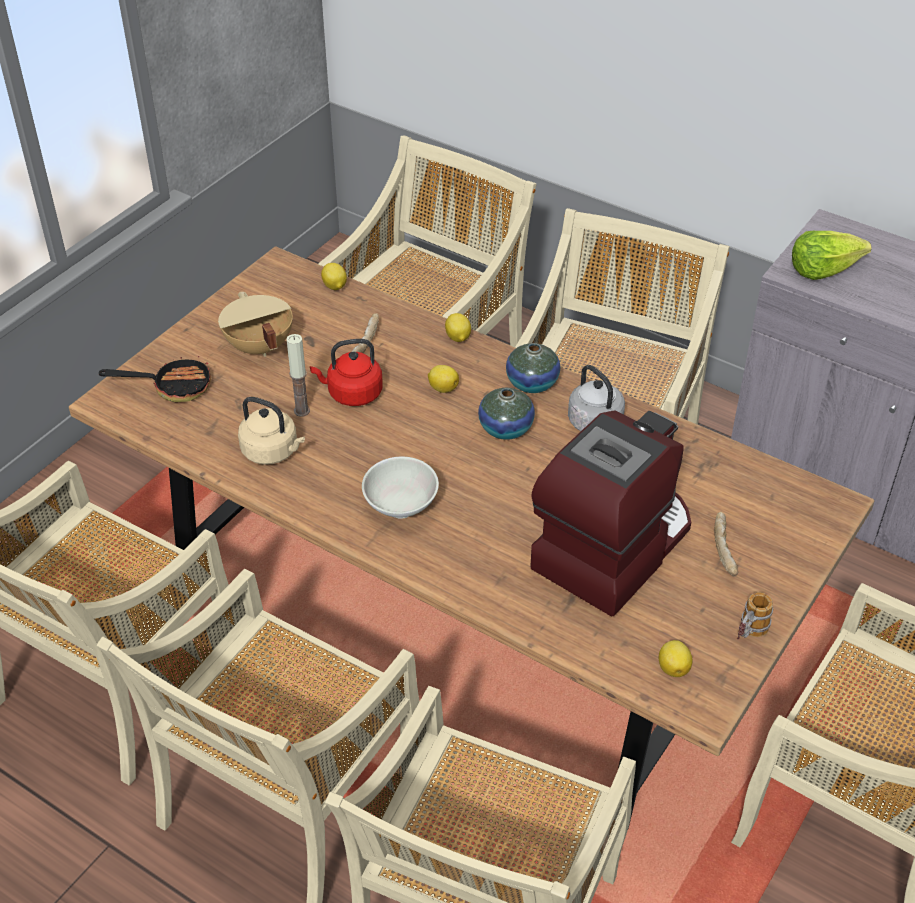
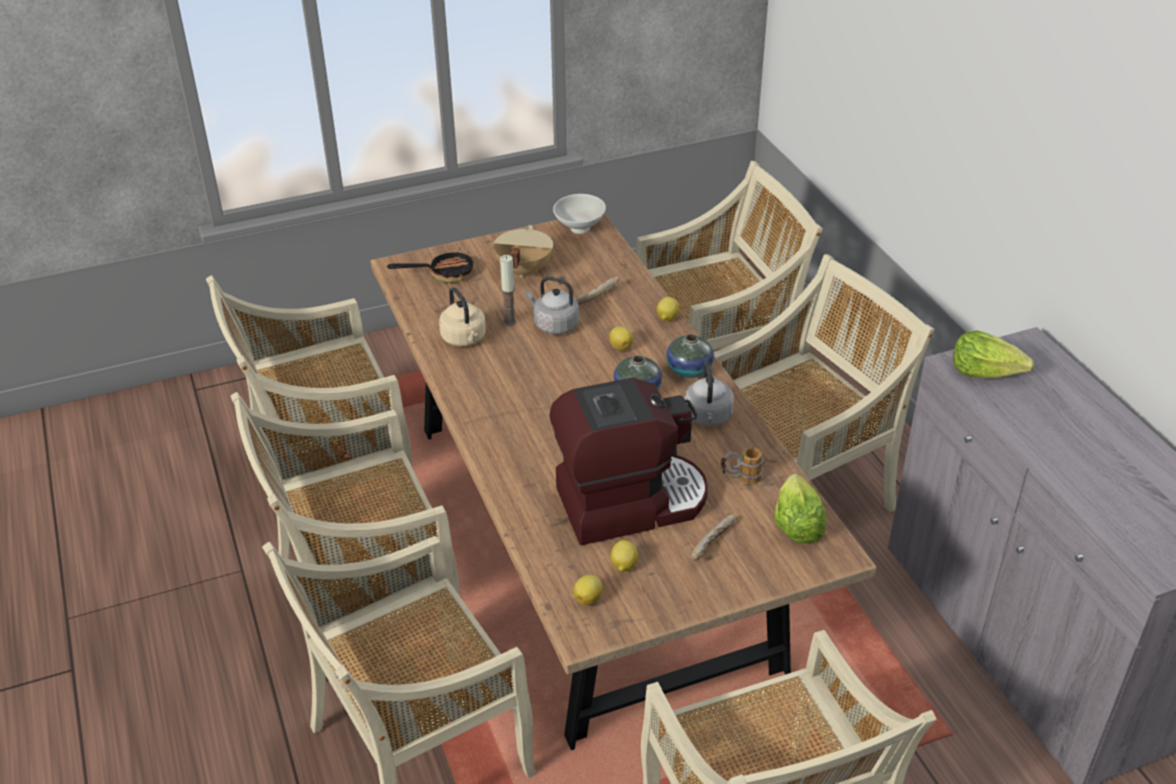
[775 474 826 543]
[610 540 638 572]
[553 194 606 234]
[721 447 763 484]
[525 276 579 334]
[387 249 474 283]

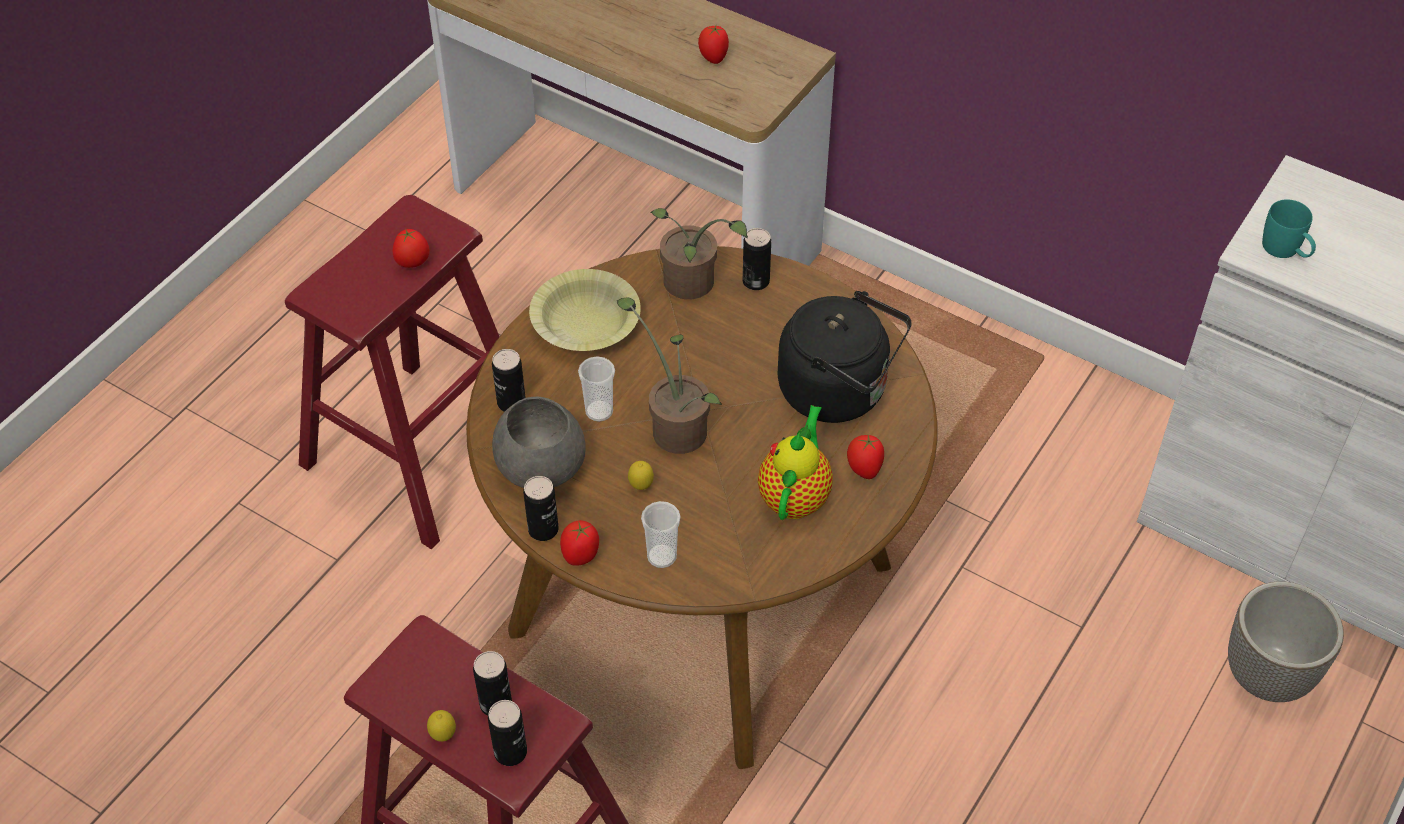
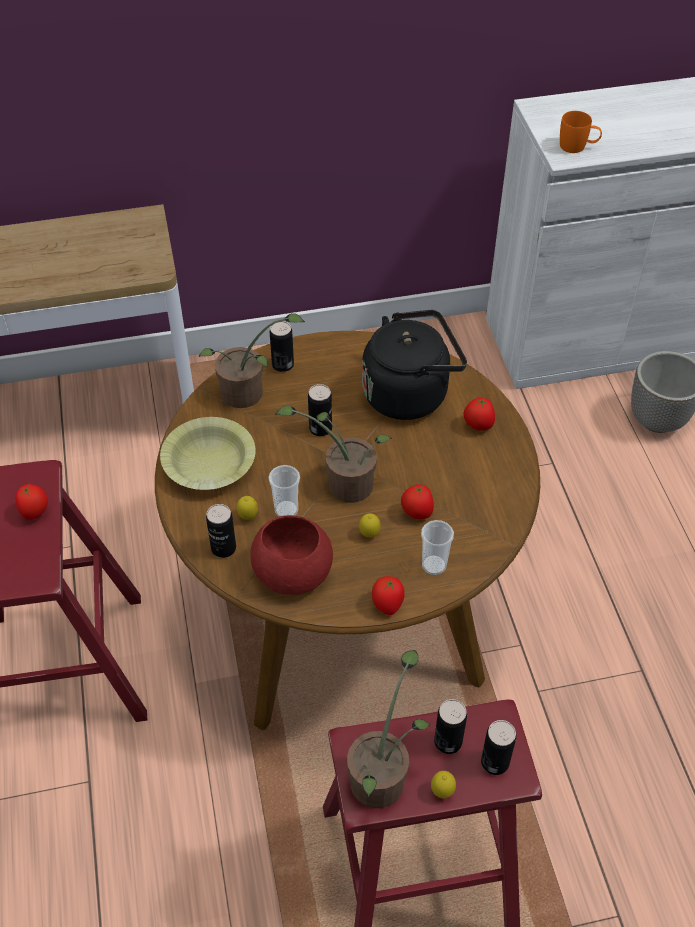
[758 405 833 520] (first image)
[237 496 258 520]
[347 650 430 808]
[308 384 332 436]
[401 484 434 519]
[251 515 333 595]
[560 111 602 153]

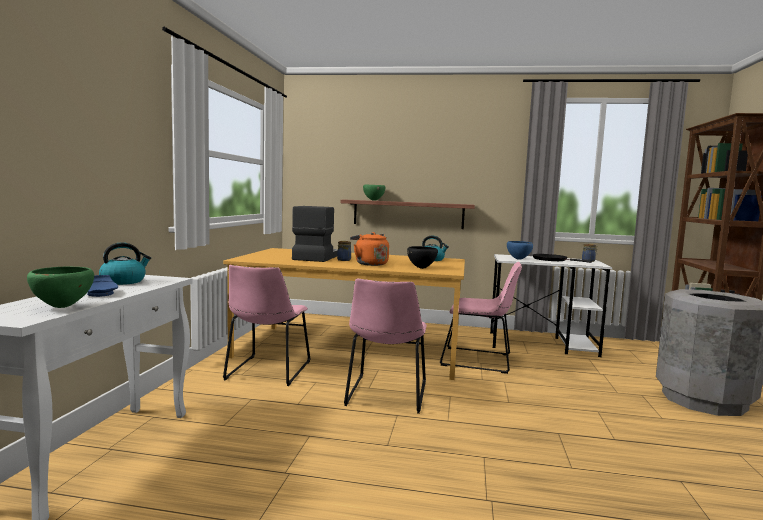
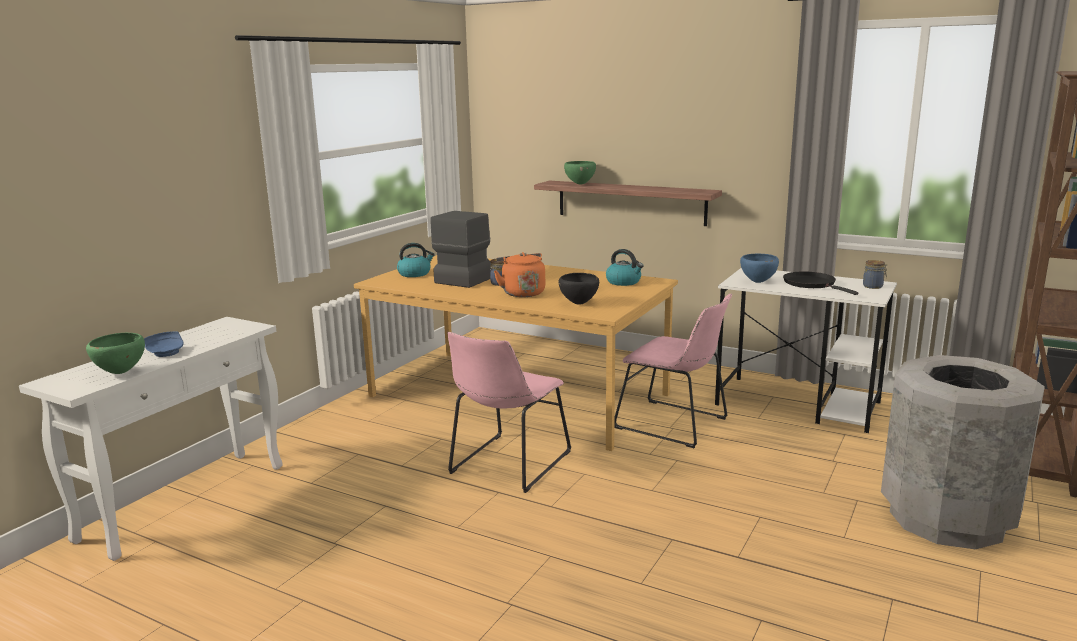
[223 265 311 386] (first image)
[397 243 435 277]

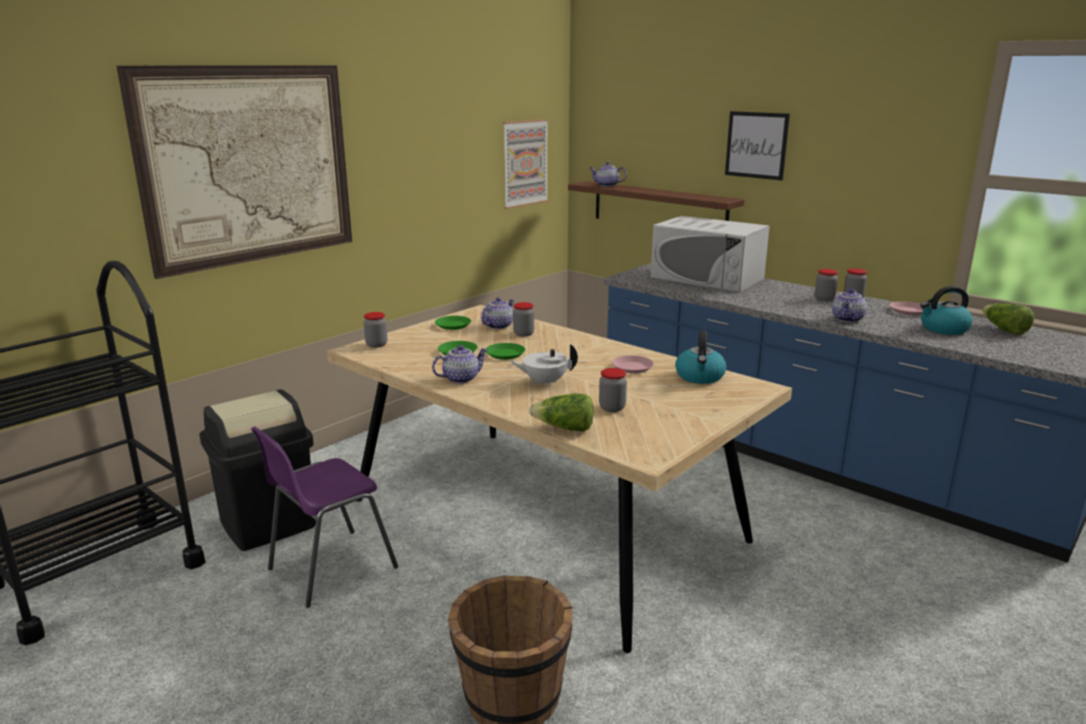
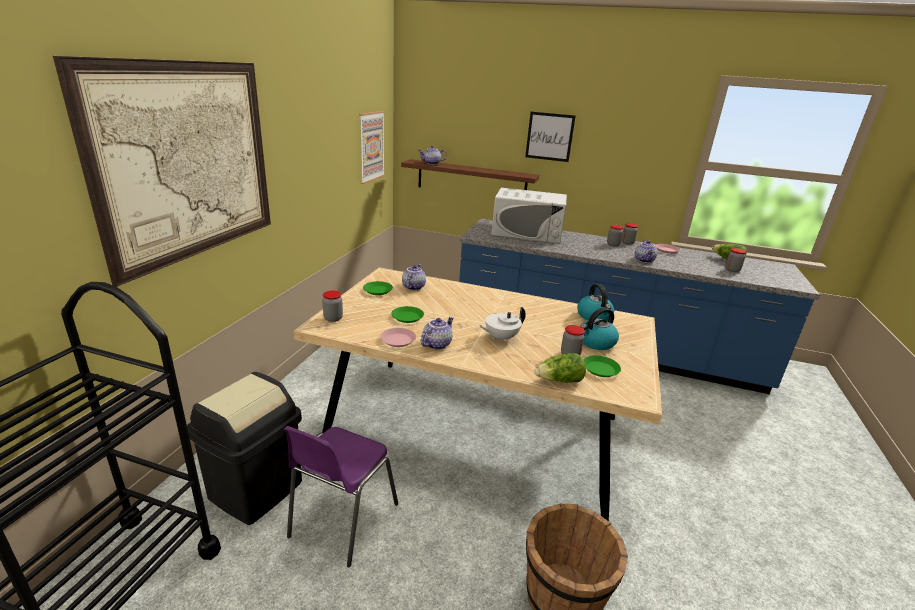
[584 355 621 377]
[725 248 746 272]
[380 328 416 347]
[580 308 619 350]

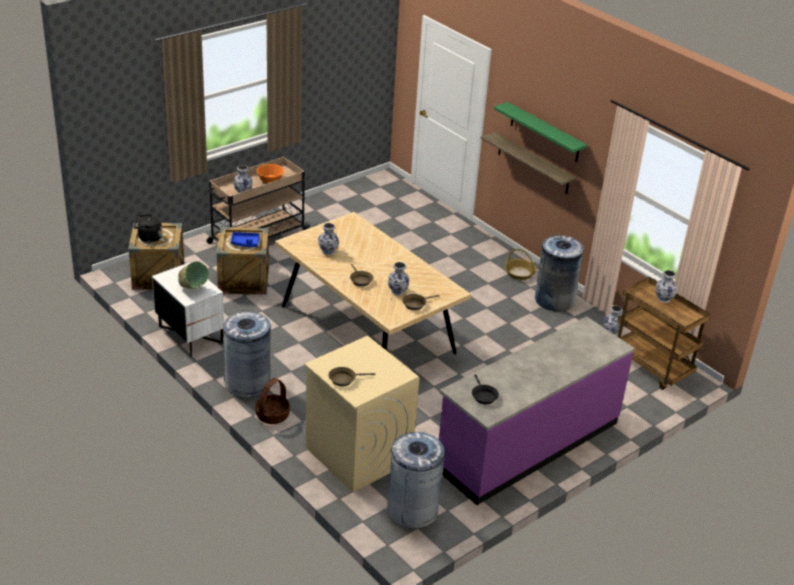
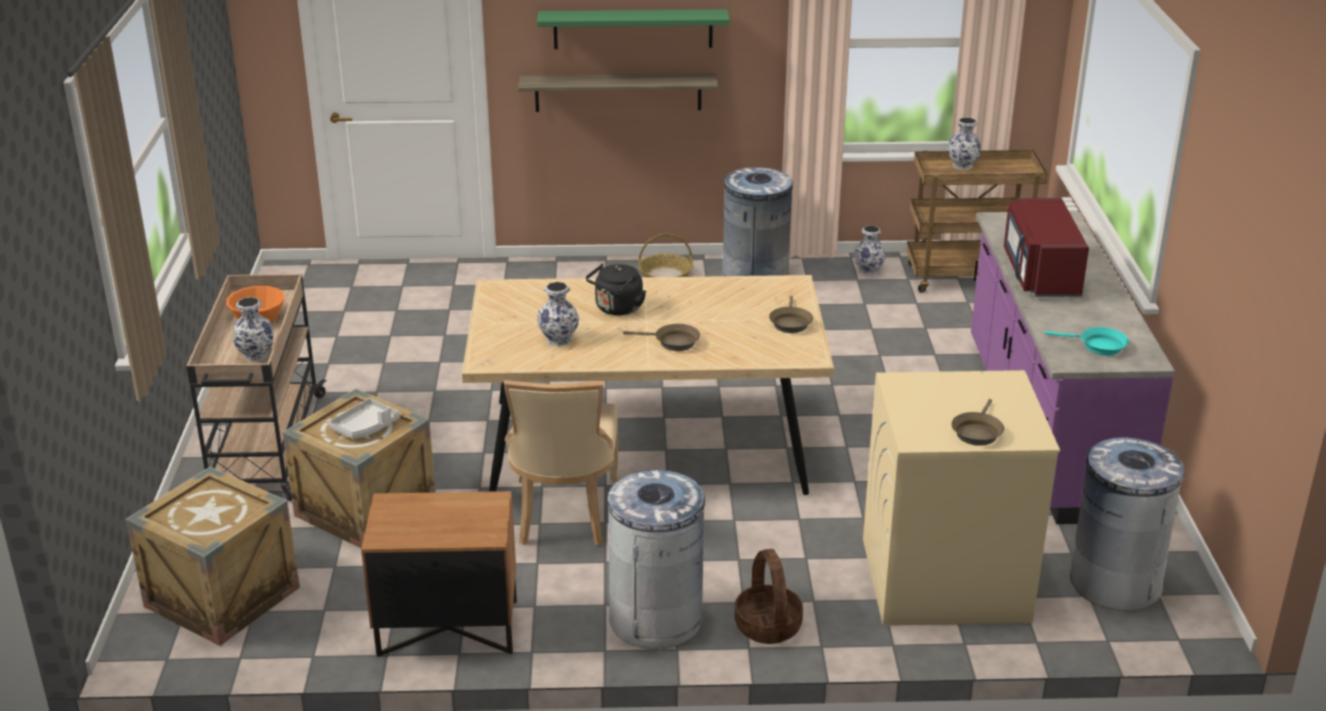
[178 261 209 289] (first image)
[388 262 409 295] (first image)
[504 380 620 546]
[1004 198 1089 297]
[586 264 646 316]
[361 491 517 657]
[328 398 400 439]
[1045 327 1129 356]

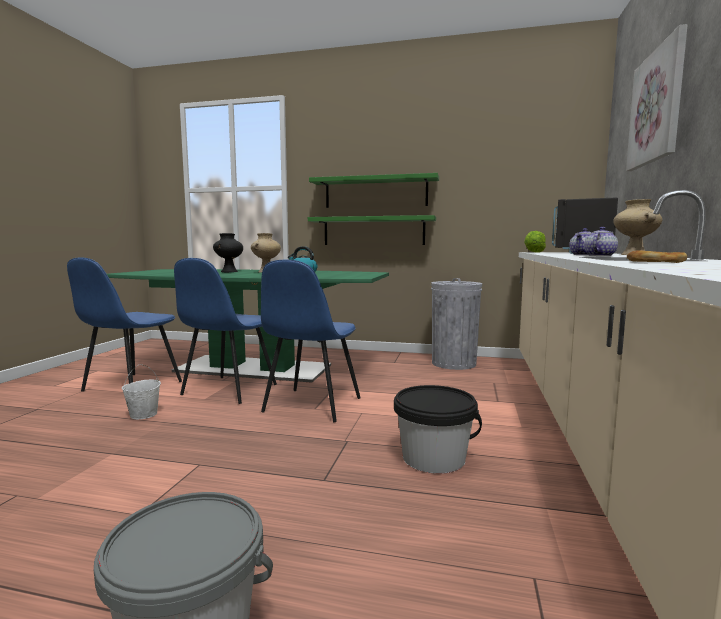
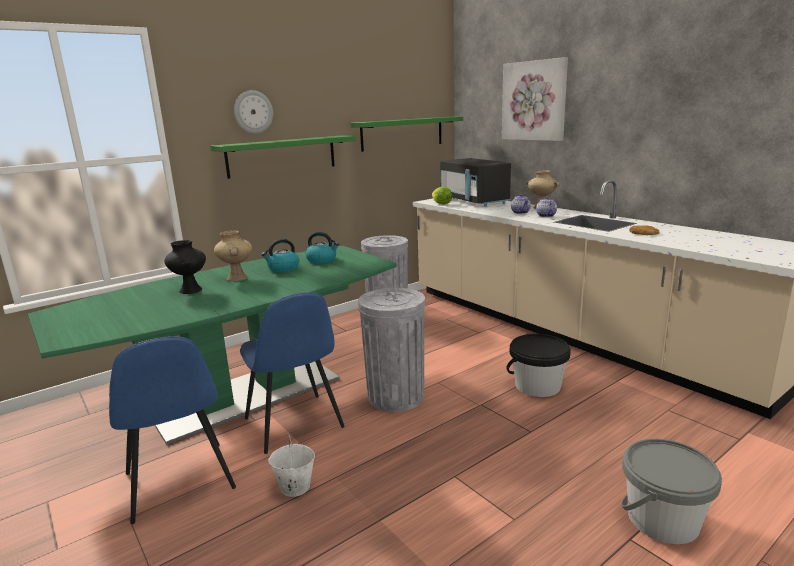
[234 90 273 134]
[306 232 339 264]
[351 117 463 152]
[358 288 425 412]

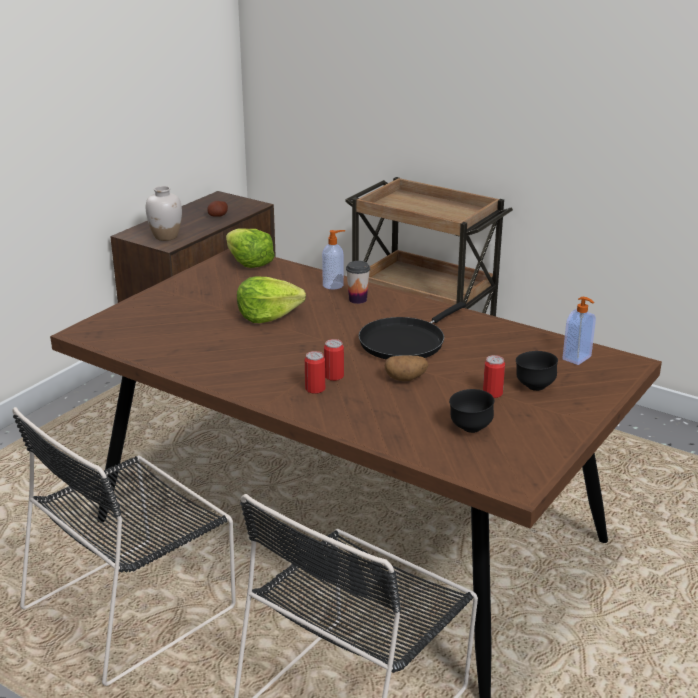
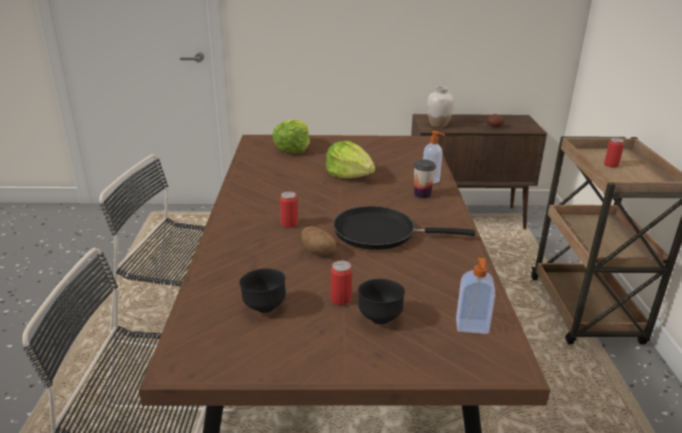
[272 120 310 153]
[604 138 624 167]

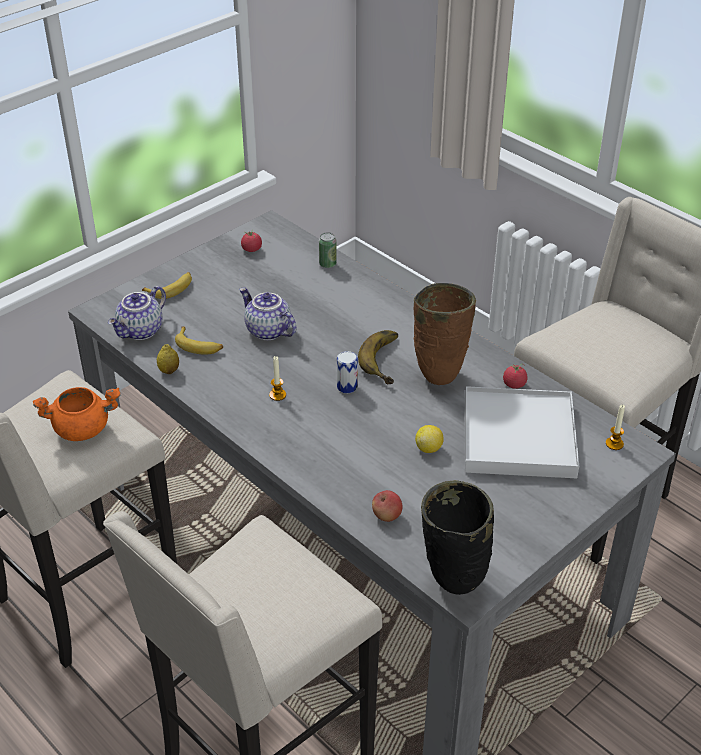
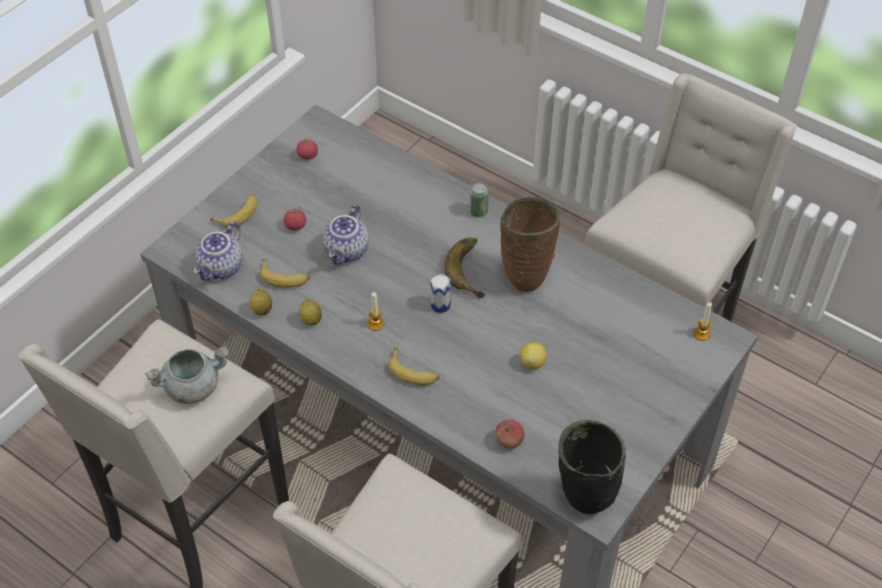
[465 386 579 478] (first image)
[299 298 322 326]
[388 348 439 385]
[469 182 489 217]
[284 207 306 231]
[145 346 230 404]
[322 204 369 265]

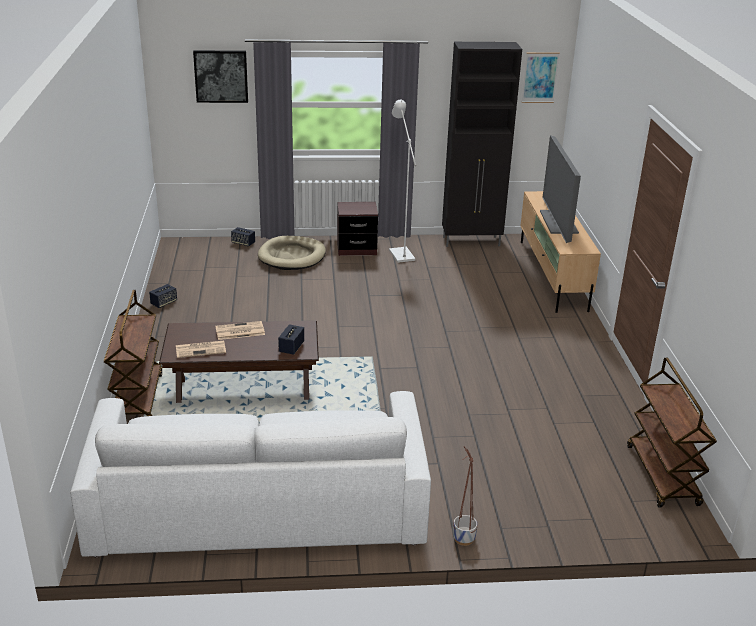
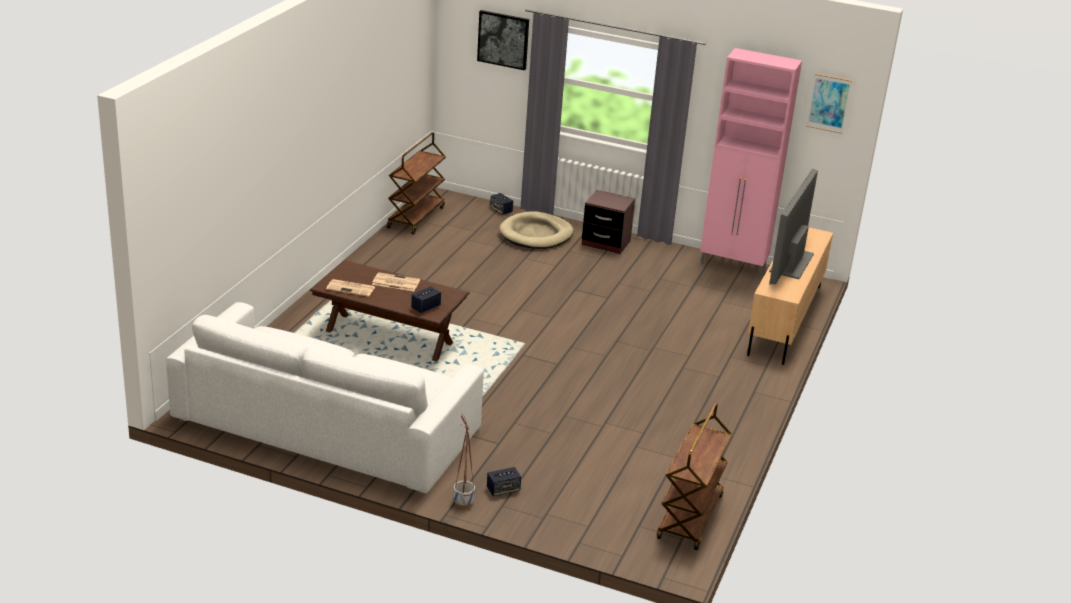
[389 100 417 263] (first image)
[387 132 446 235]
[487 467 521 496]
[700 48 802 278]

